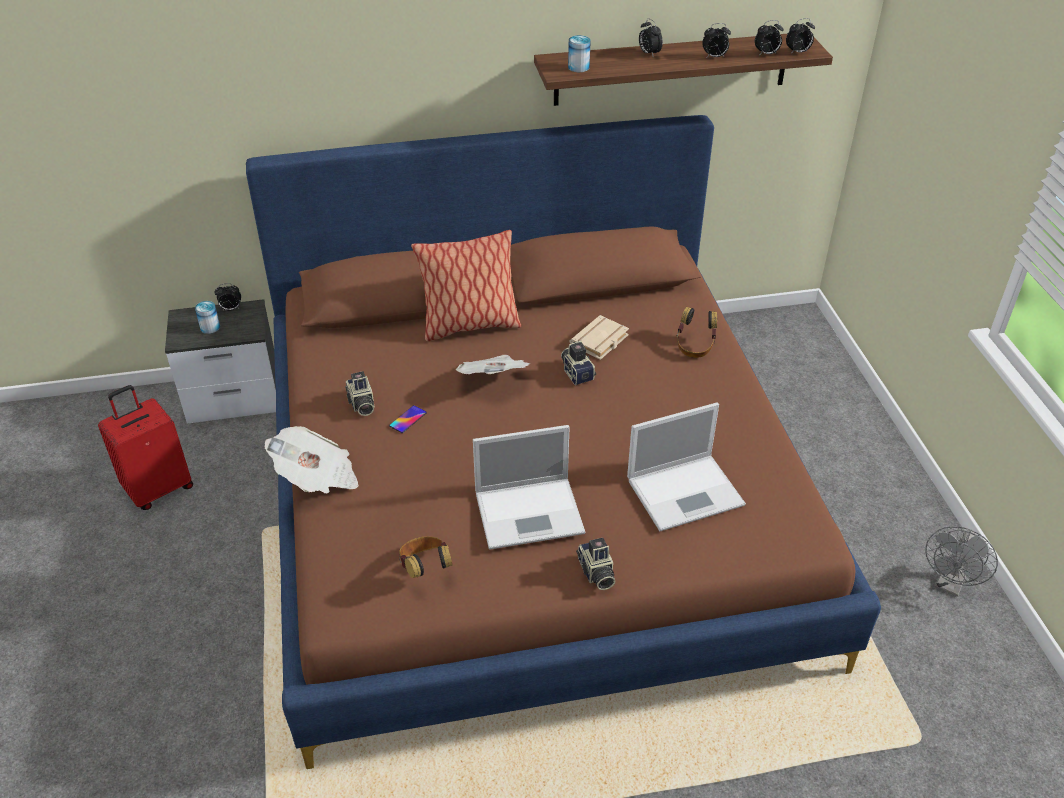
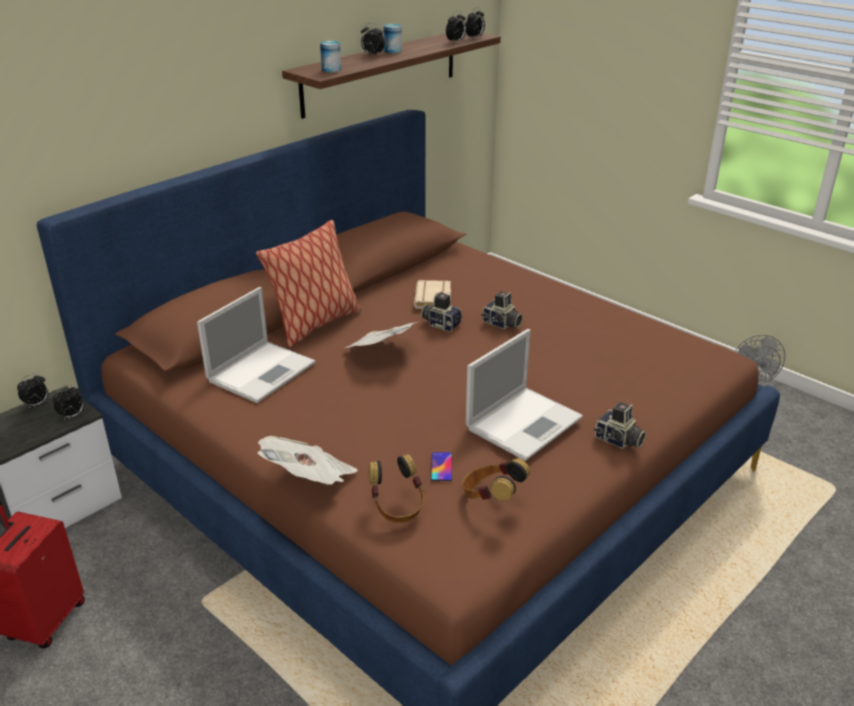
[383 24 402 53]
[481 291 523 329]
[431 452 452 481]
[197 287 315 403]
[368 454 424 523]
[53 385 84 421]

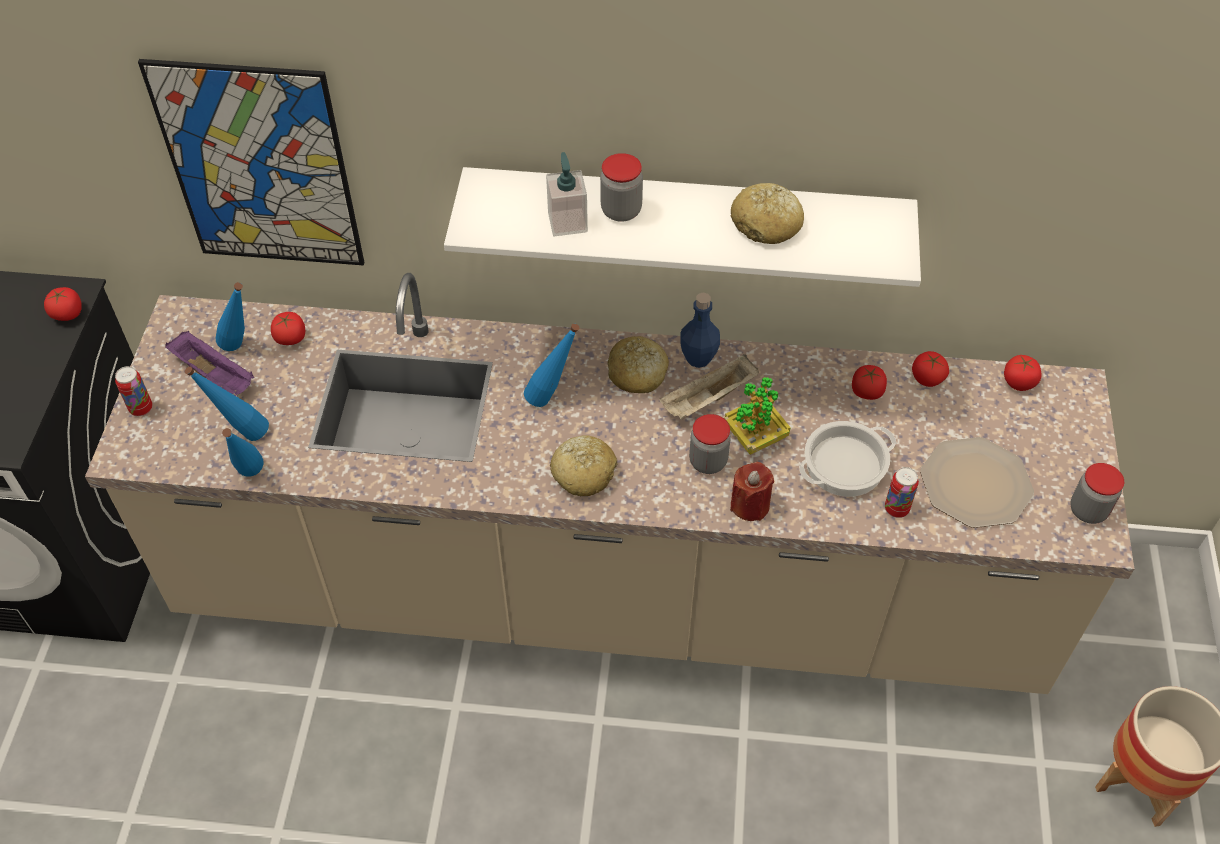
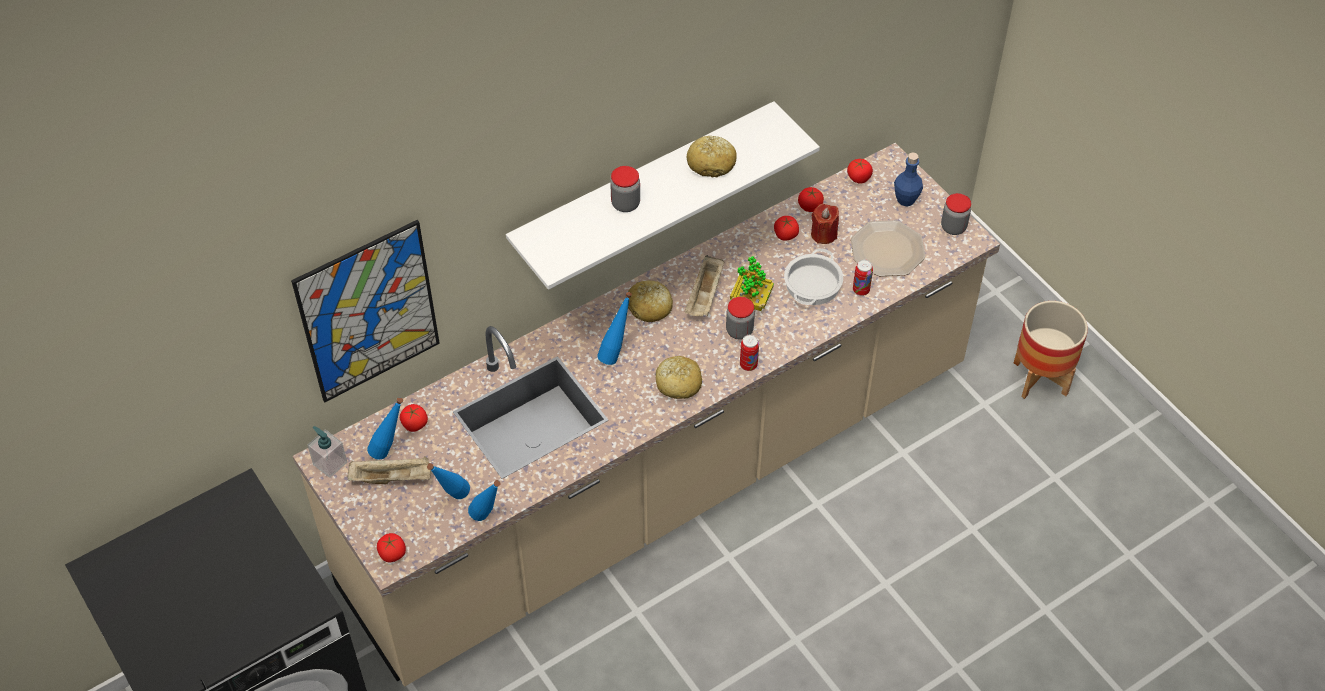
[377 533 406 562]
[740 335 759 371]
[308 426 347 478]
[894 152 923 207]
[811 204 839 244]
[347 457 431 484]

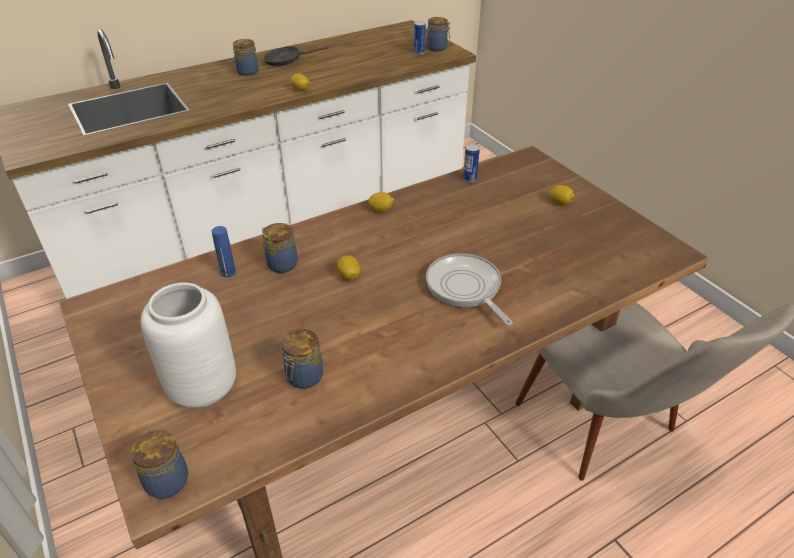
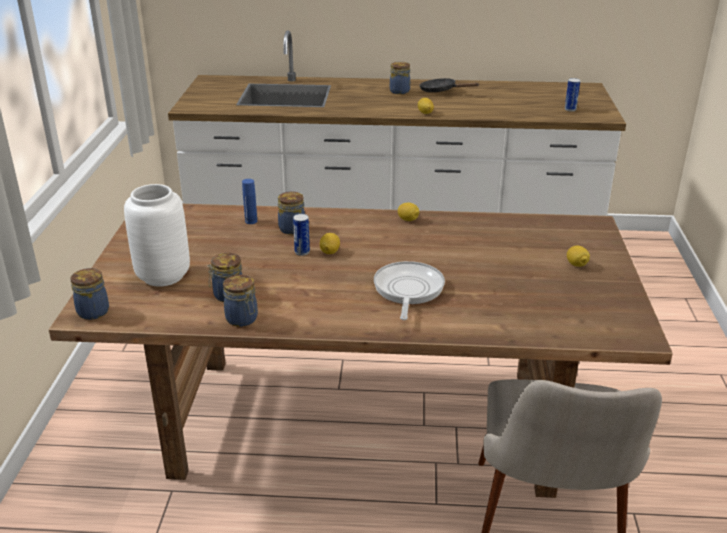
[223 275 258 327]
[293 214 310 256]

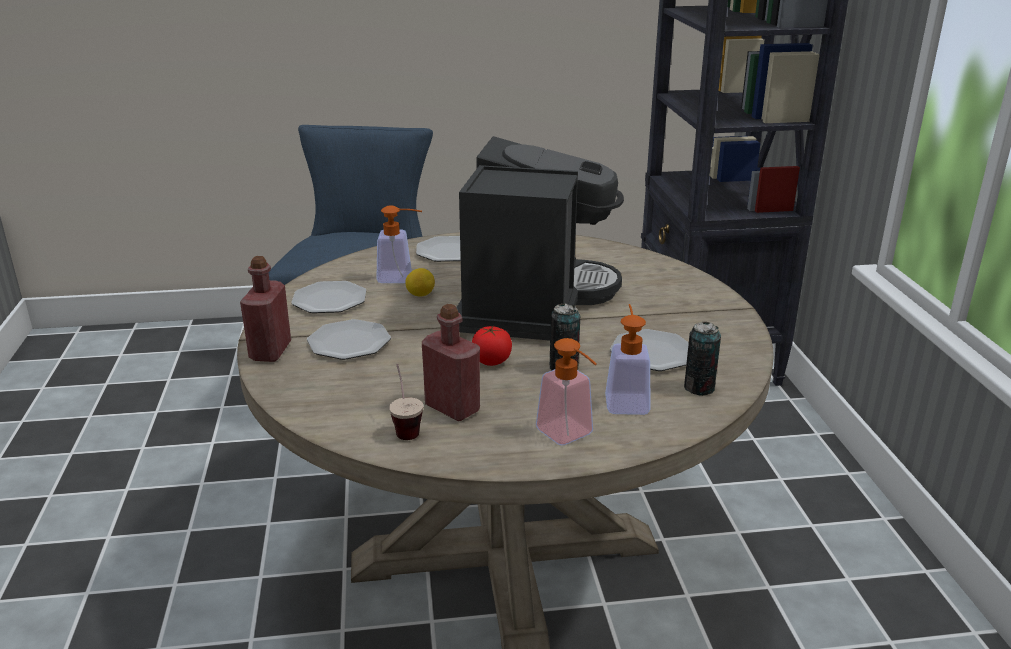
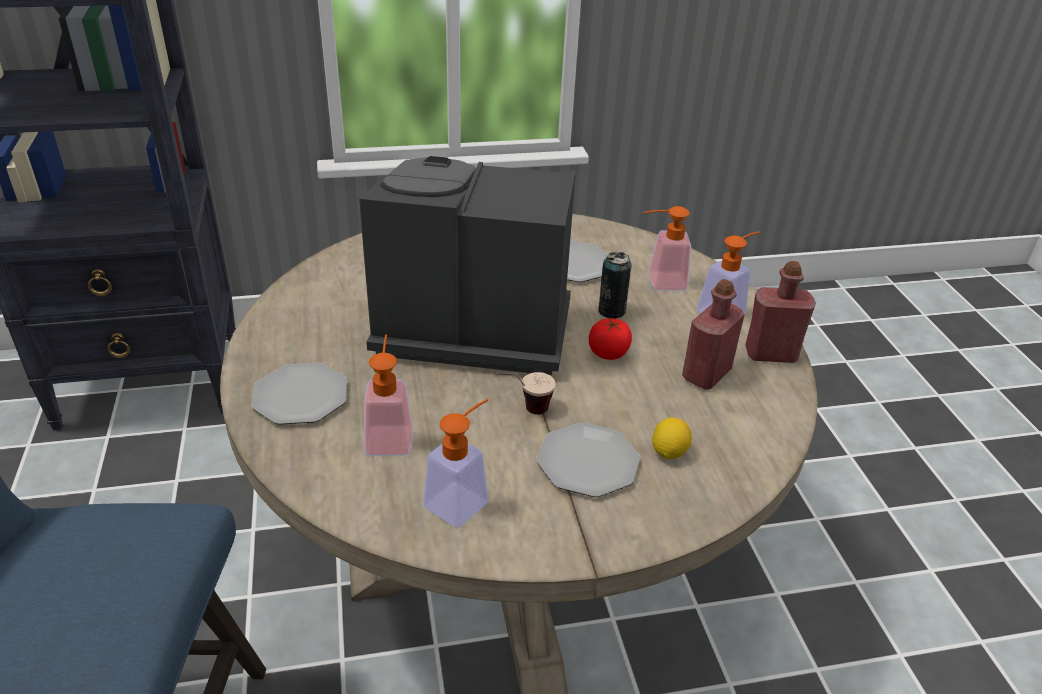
[684 322 721 396] (first image)
[745 261 816 363]
[496 372 556 415]
[652 417 692 459]
[423 399 488 528]

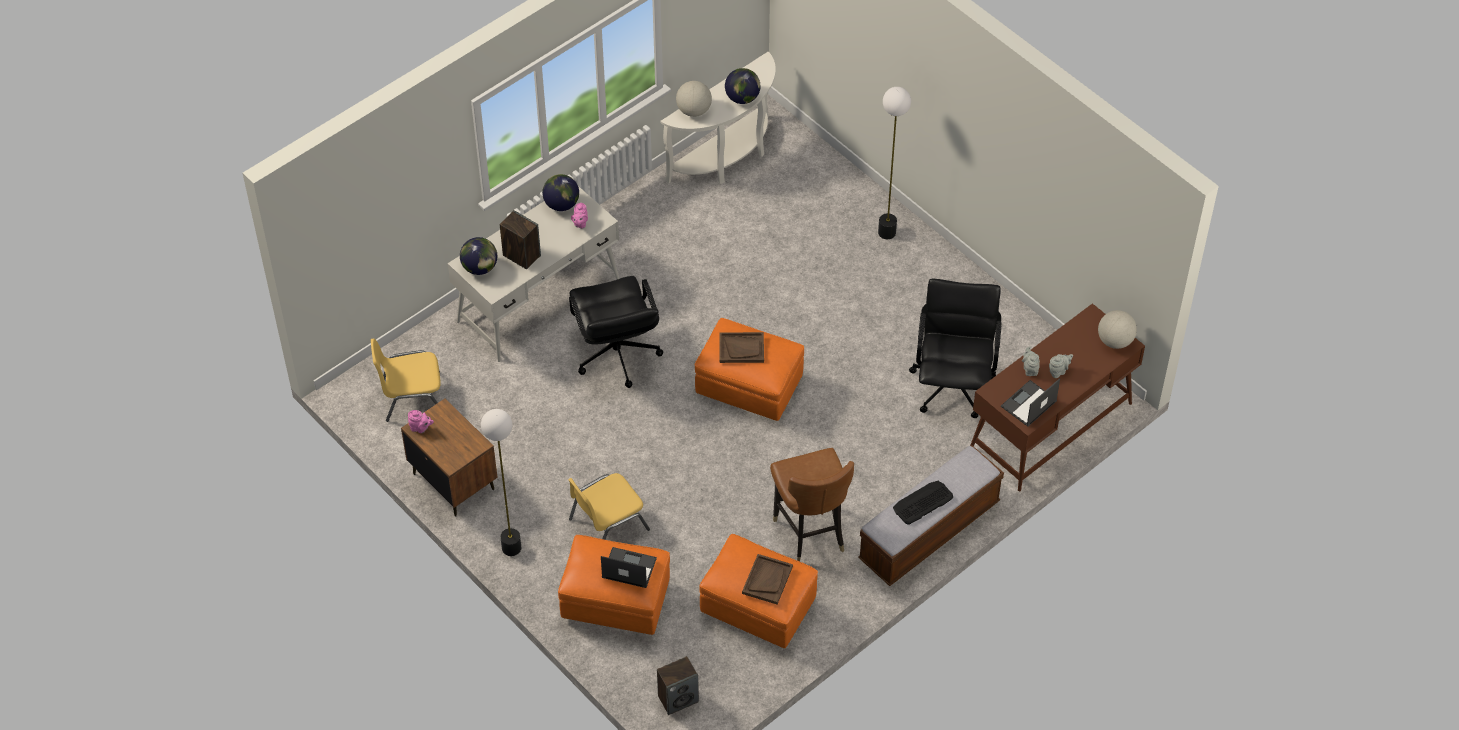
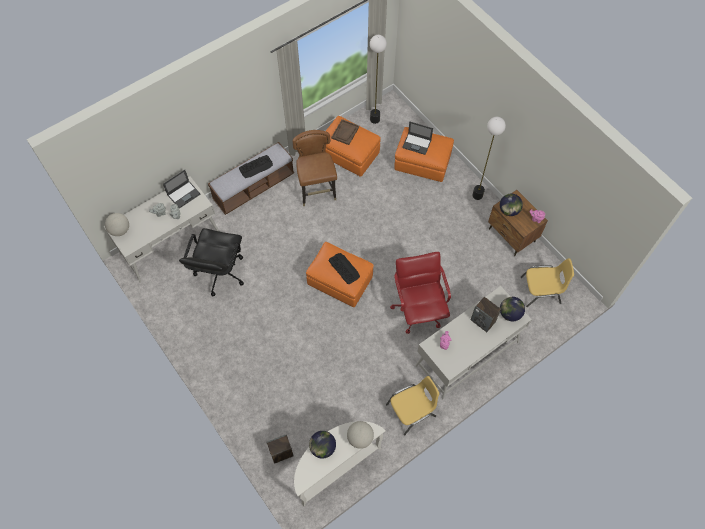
[500 194 523 216]
[386 376 439 436]
[267 434 294 464]
[370 35 387 124]
[329 253 360 284]
[390 252 451 334]
[104 176 220 283]

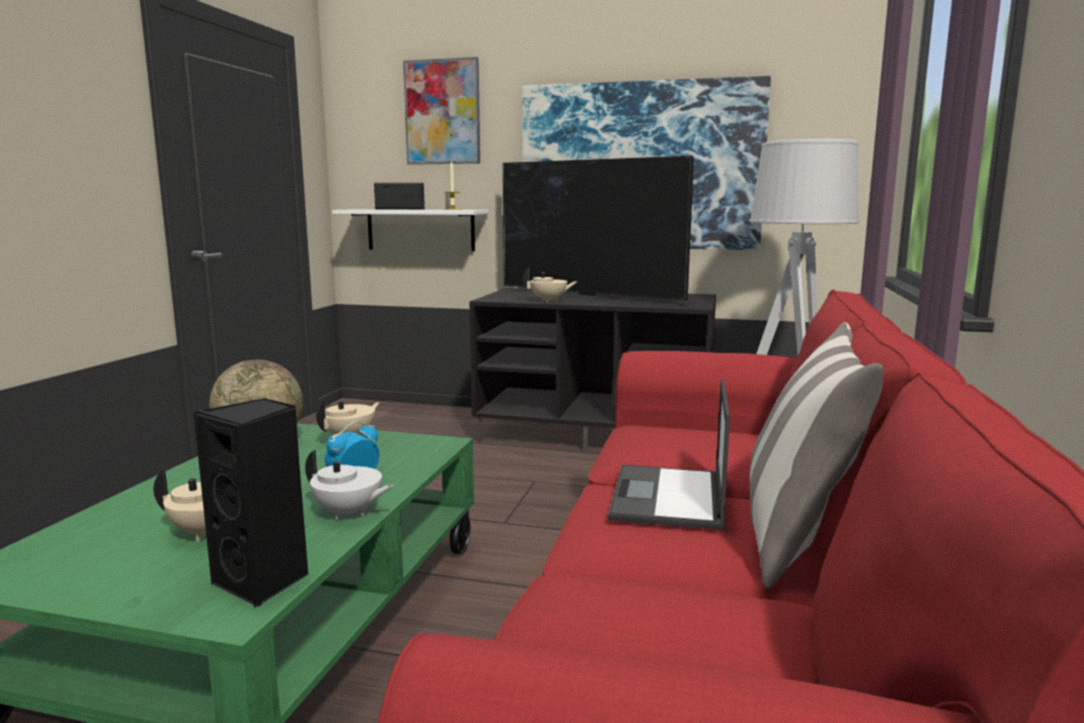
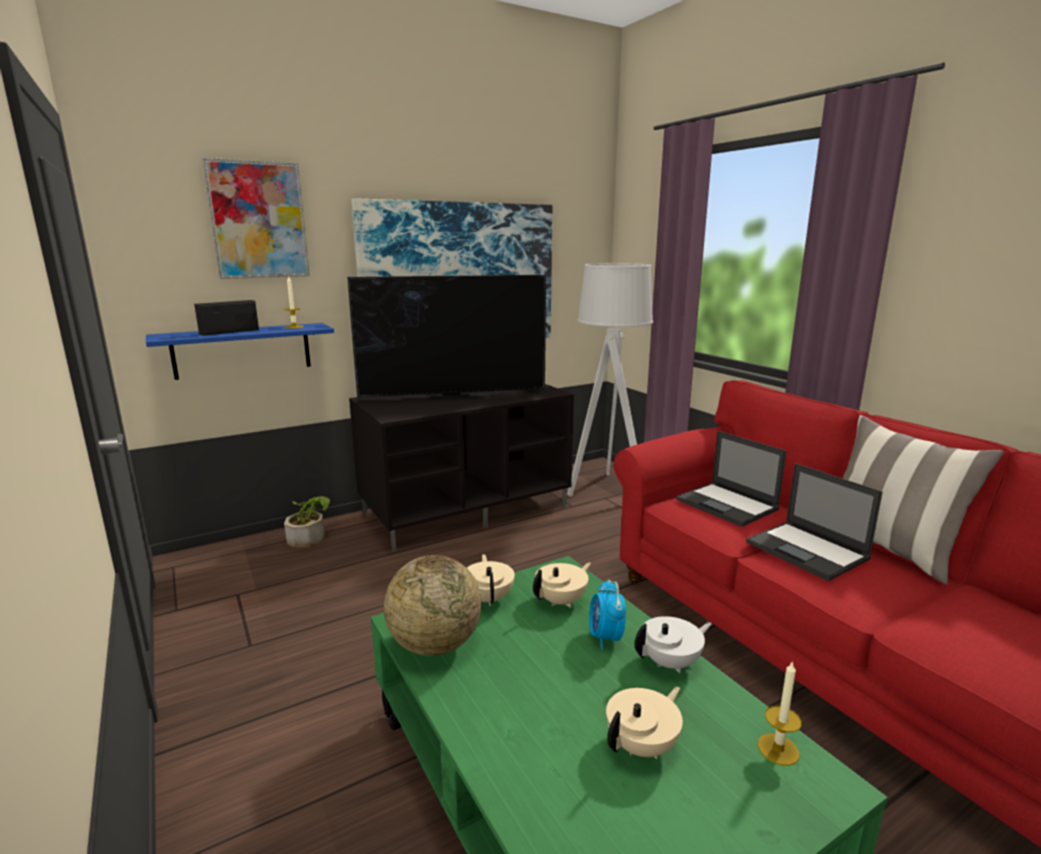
[284 496 330 548]
[676 431 786 527]
[533 563 591 608]
[757 660 802 766]
[146 323 334 380]

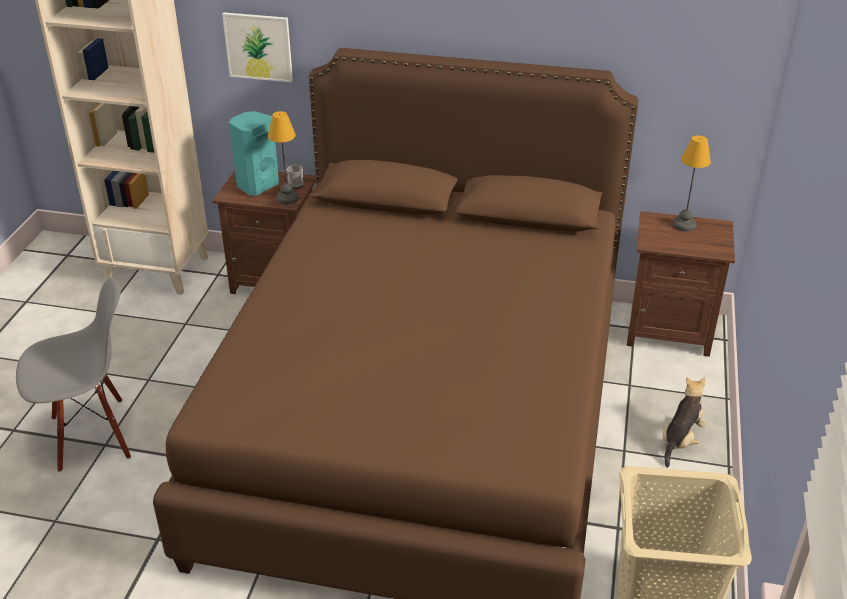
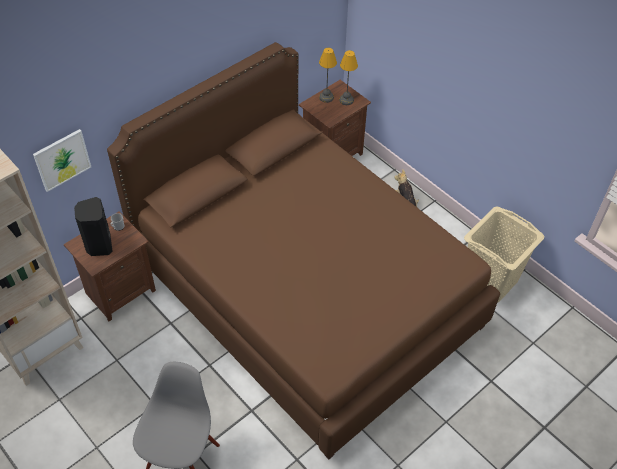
[339 50 358 105]
[74 197 113 256]

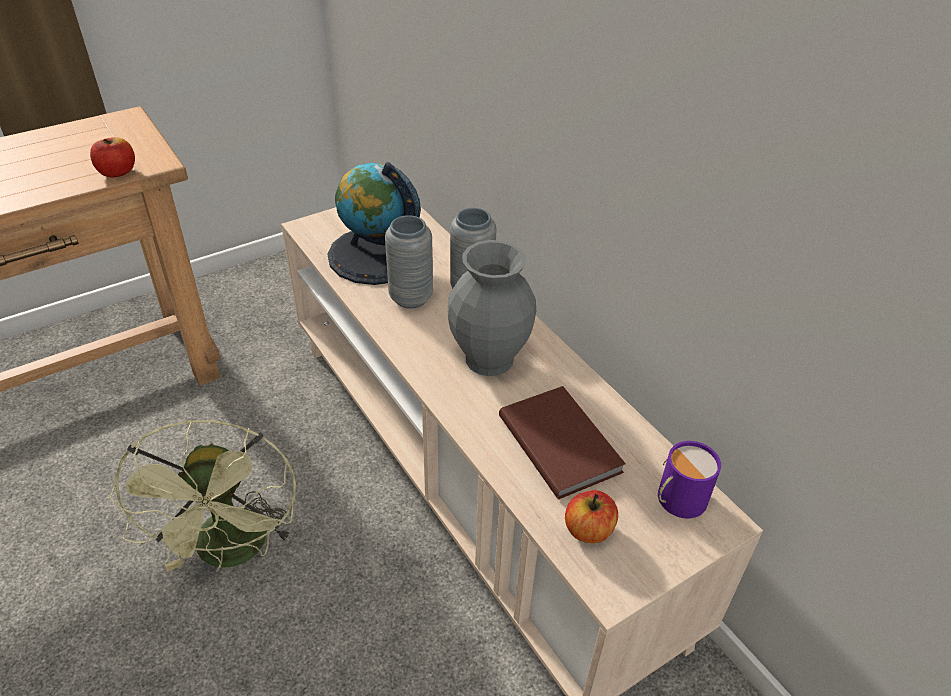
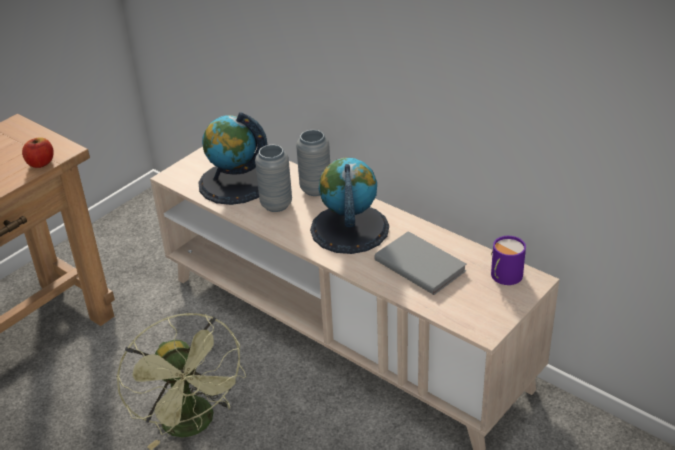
[565 490 618 543] (first image)
[310 158 389 254]
[374 231 466 295]

